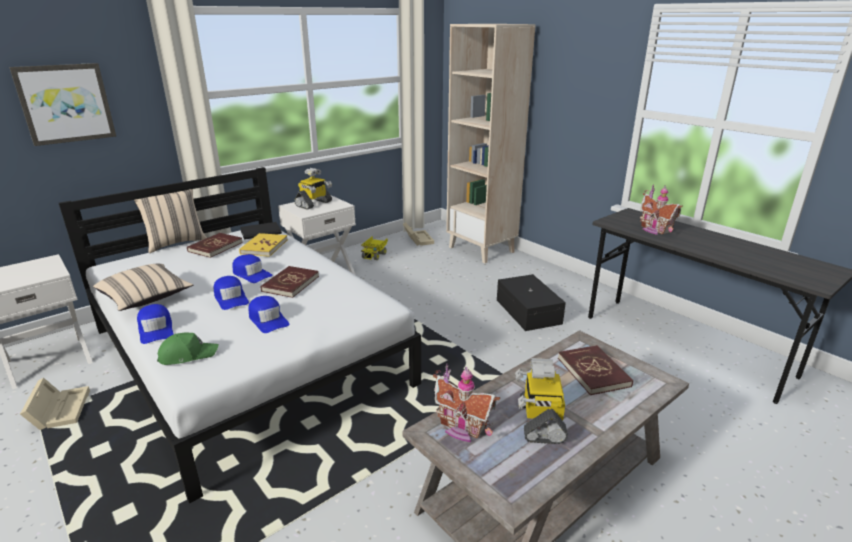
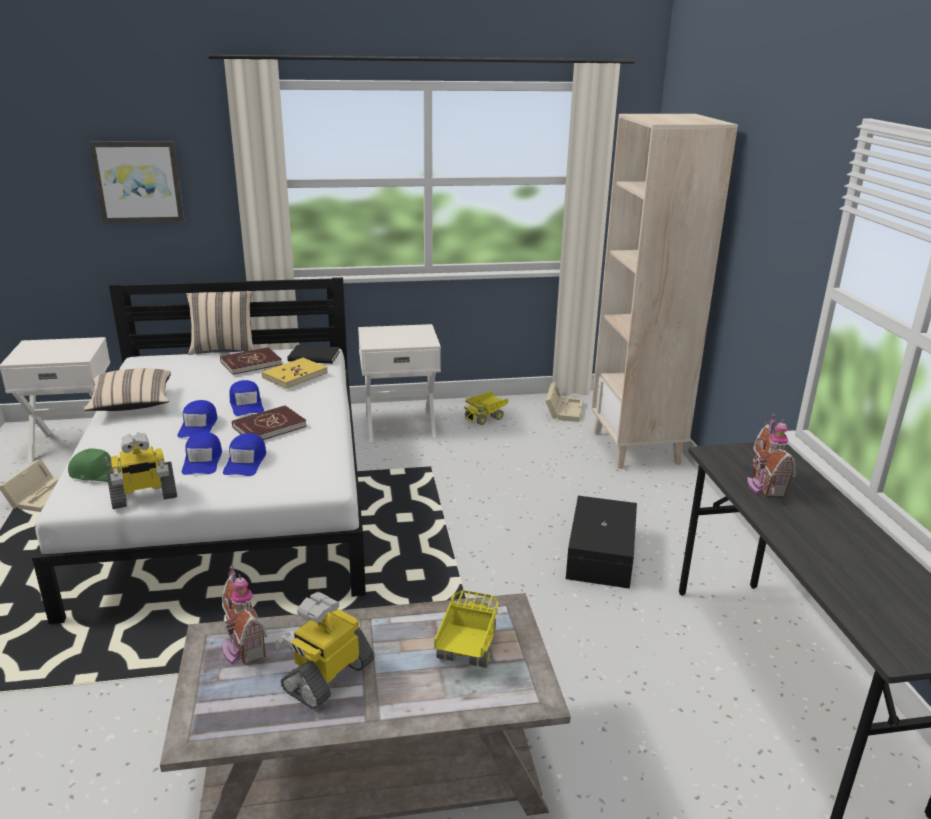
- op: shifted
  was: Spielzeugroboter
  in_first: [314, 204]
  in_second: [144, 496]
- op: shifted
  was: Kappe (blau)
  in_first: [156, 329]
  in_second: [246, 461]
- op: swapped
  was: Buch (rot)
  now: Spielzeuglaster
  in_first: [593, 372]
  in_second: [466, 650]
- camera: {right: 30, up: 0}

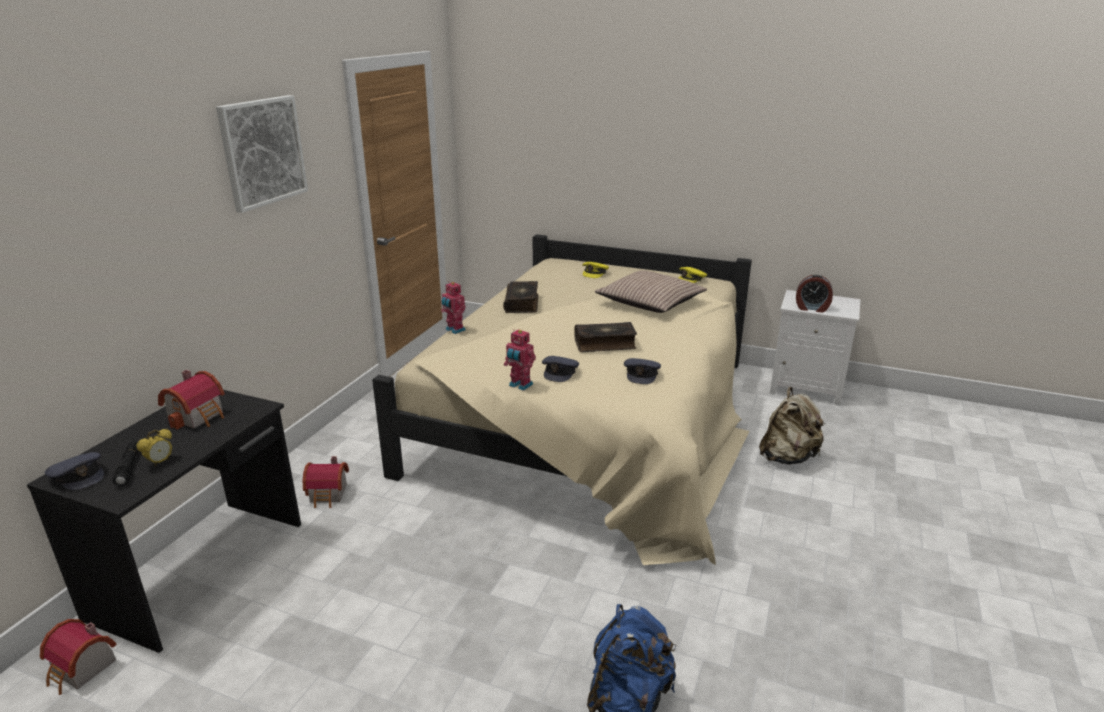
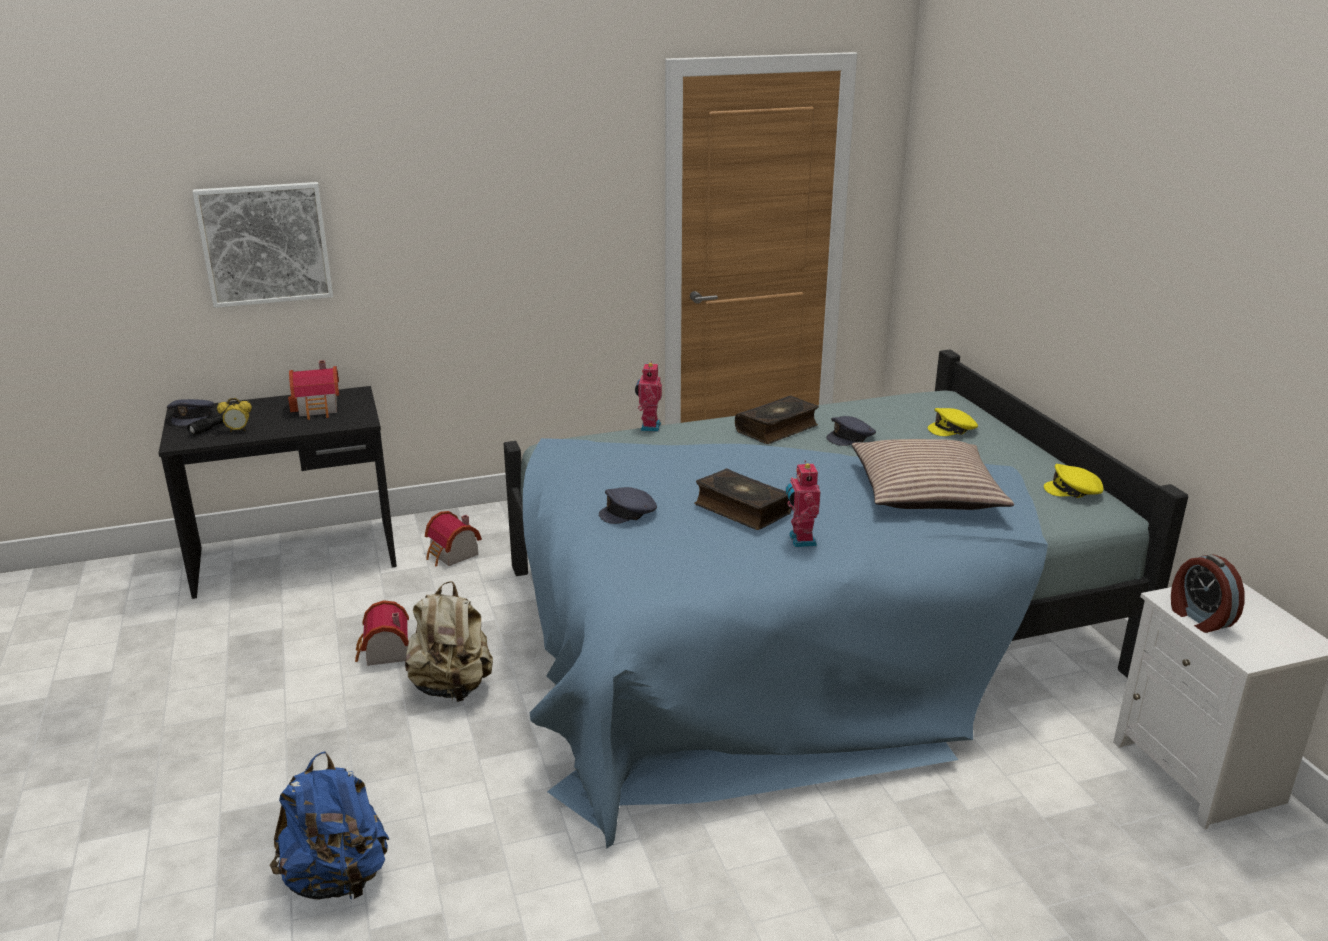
- op: shifted
  was: Bild
  in_first: [263, 152]
  in_second: [265, 244]
- op: repainted
  was: Bett (beige)
  now: Bett (blau)
  in_first: [593, 421]
  in_second: [796, 631]
- op: shifted
  was: Spielzeugroboter
  in_first: [520, 385]
  in_second: [800, 540]
- op: shifted
  was: Kappe (grau)
  in_first: [641, 374]
  in_second: [851, 437]
- op: shifted
  was: Rucksack (beige)
  in_first: [787, 457]
  in_second: [452, 687]
- op: shifted
  was: Spielzeughaus
  in_first: [82, 670]
  in_second: [384, 653]
- camera: {right: 50, up: 0}

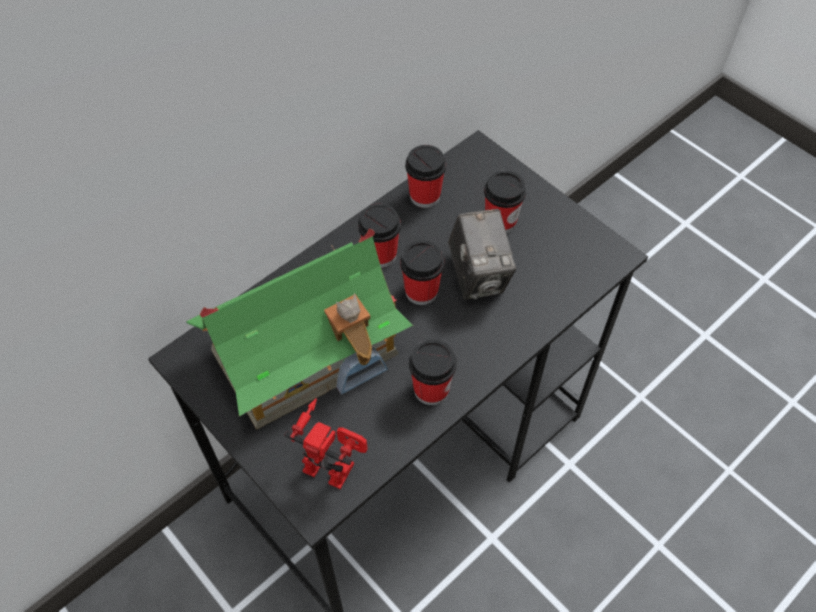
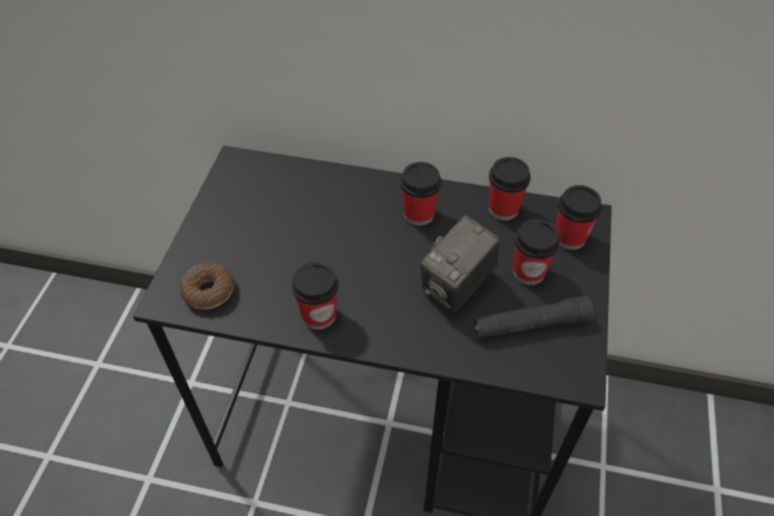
- op: gone
  was: Spielzeughaus
  in_first: [306, 351]
- op: shifted
  was: Tasse
  in_first: [421, 291]
  in_second: [569, 238]
- op: swapped
  was: Spielzeugroboter
  now: Donut
  in_first: [334, 464]
  in_second: [209, 291]
- op: new
  now: Taschenlampe (schwarz)
  in_second: [530, 325]
- camera: {right: 55, up: -5}

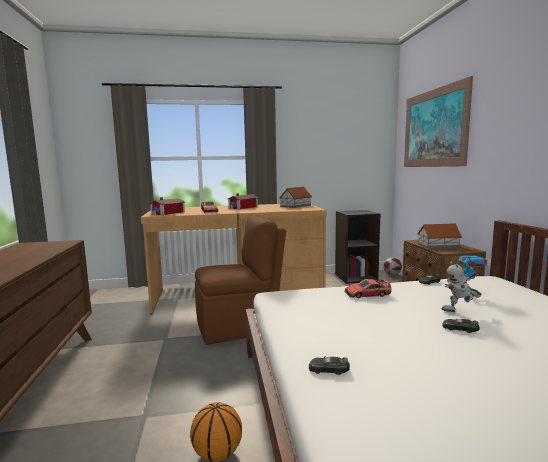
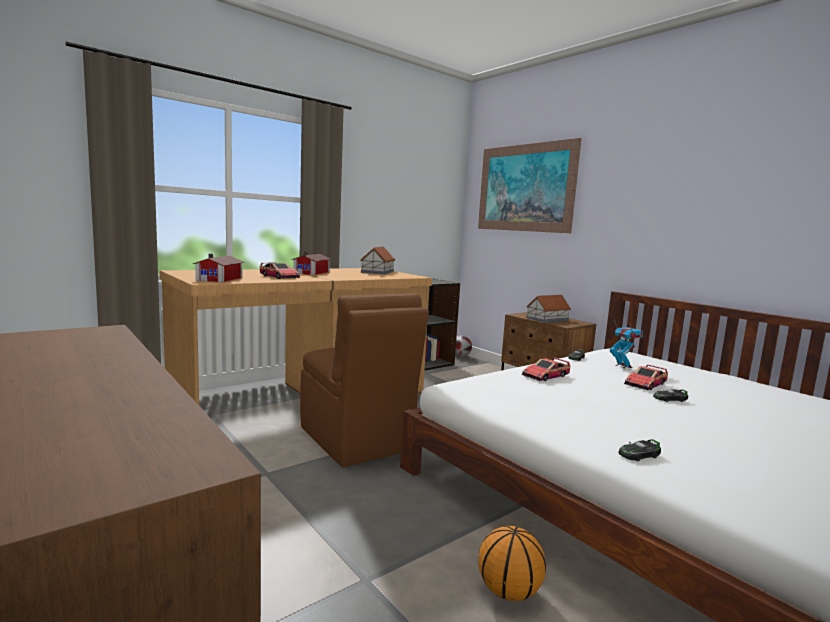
- op: rotated
  was: Stuhl (braun)
  in_first: [239, 327]
  in_second: [356, 440]
  clockwise: 105
- op: swapped
  was: Spielzeugroboter
  now: Spielzeugauto
  in_first: [459, 312]
  in_second: [645, 384]
- camera: {right: -30, up: 0}

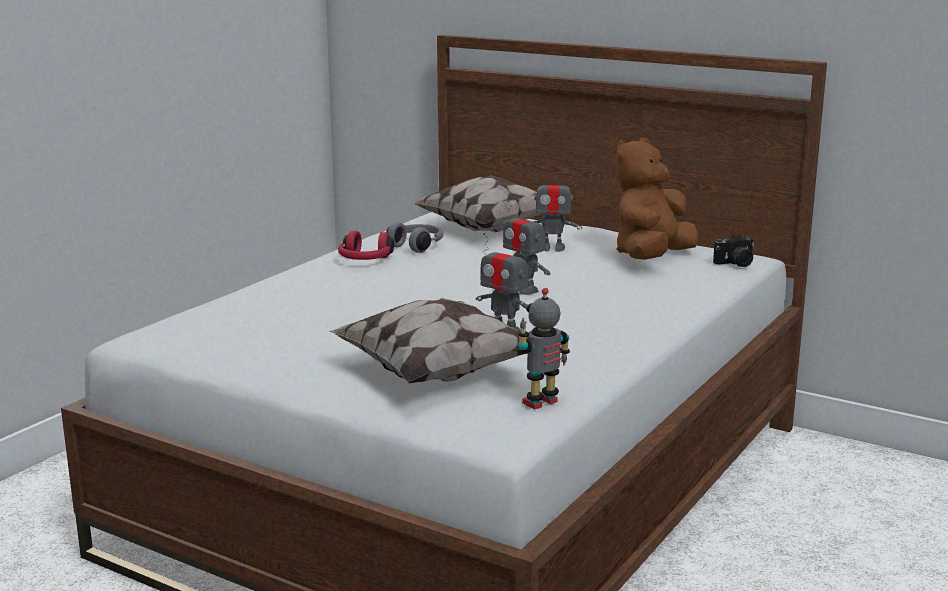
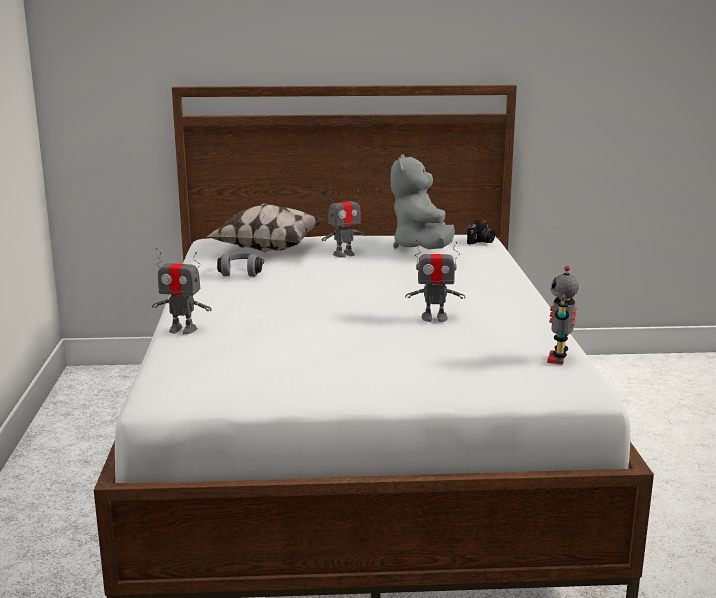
- op: repainted
  was: Plüschtier (braun)
  now: Plüschtier (grau)
  in_first: [651, 258]
  in_second: [422, 248]
- op: shifted
  was: Spielzeugroboter
  in_first: [523, 290]
  in_second: [182, 330]
- op: gone
  was: Kopfhörer (rot)
  in_first: [365, 260]
- op: gone
  was: Kissen
  in_first: [436, 372]
- camera: {right: -35, up: 0}

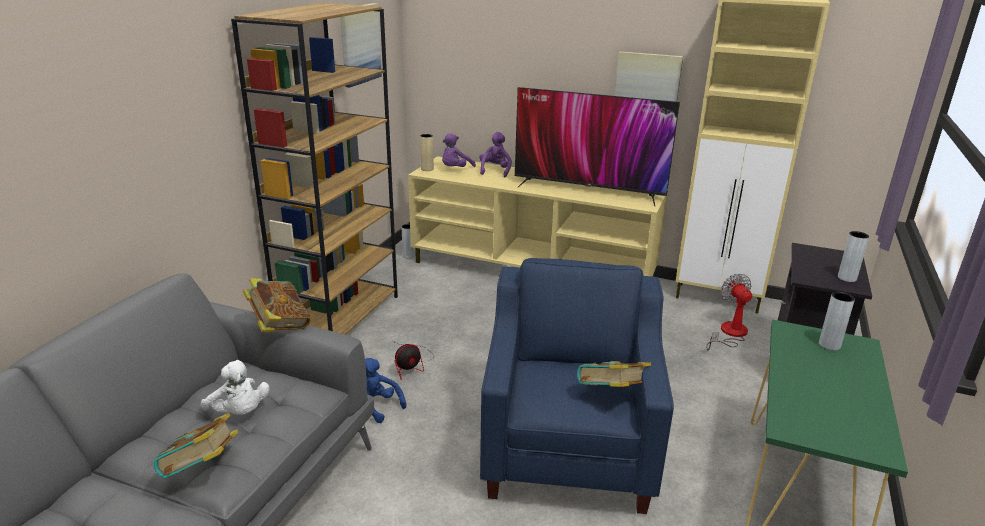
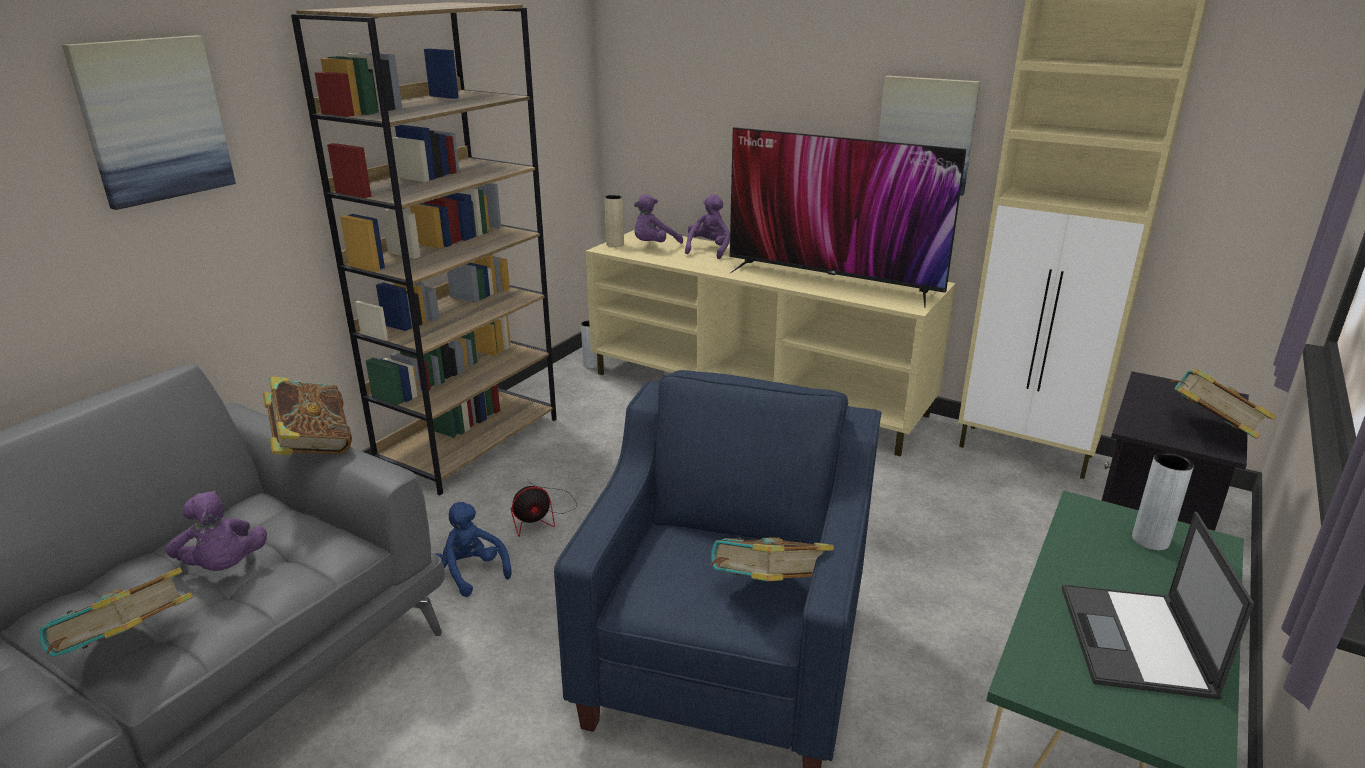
- op: shifted
  was: Bild
  in_first: [359, 44]
  in_second: [153, 120]
- op: swapped
  was: Vase (grau)
  now: Buch
  in_first: [847, 278]
  in_second: [1209, 432]
- op: gone
  was: Ventilator
  in_first: [729, 334]
- op: repainted
  was: Plüschtier (weiß)
  now: Plüschtier (lila)
  in_first: [239, 412]
  in_second: [224, 567]
- op: new
  now: Laptop
  in_second: [1136, 642]
- camera: {right: 10, up: 0}

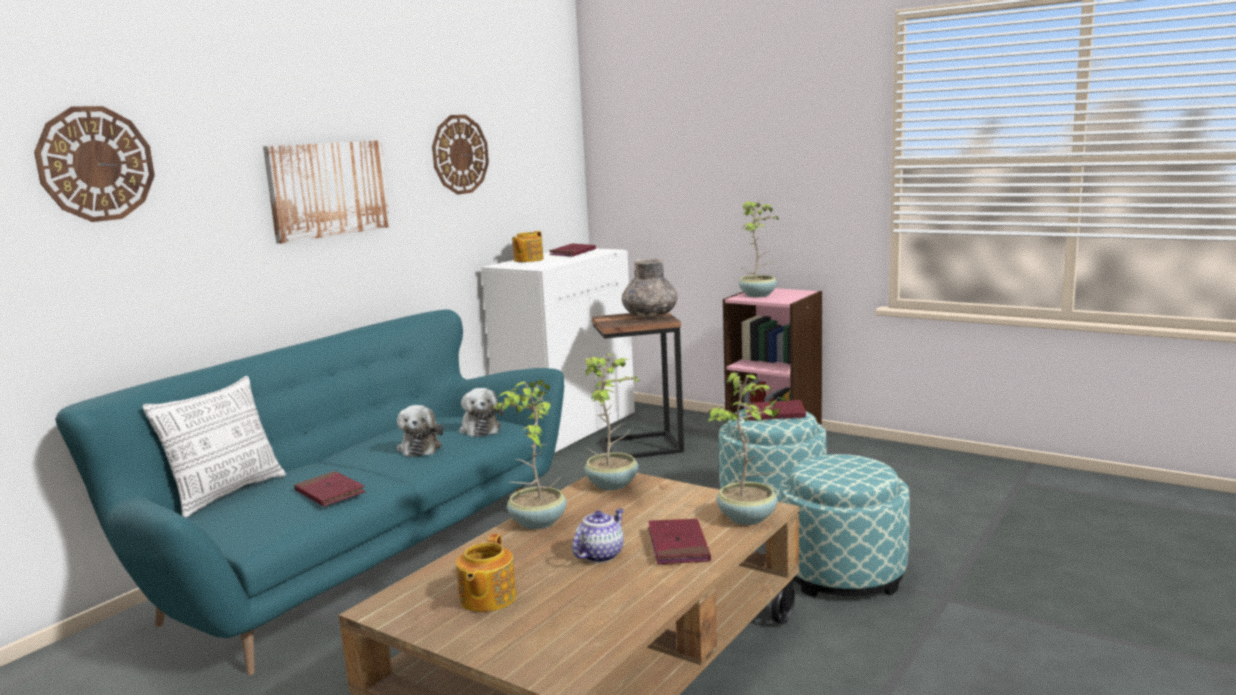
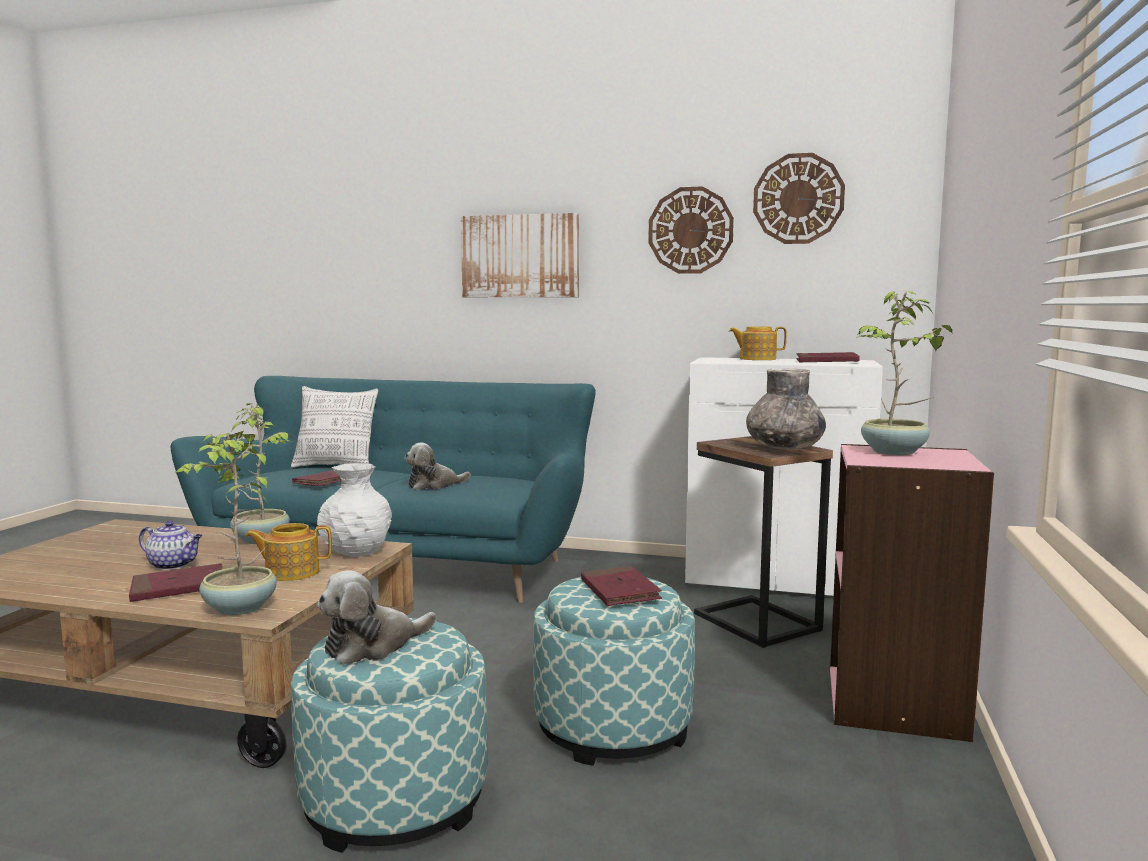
- op: shifted
  was: Wanduhr
  in_first: [96, 164]
  in_second: [798, 199]
- op: swapped
  was: Topfpflanze
  now: Vase (weiß)
  in_first: [613, 484]
  in_second: [355, 551]
- op: shifted
  was: Plüschtier
  in_first: [479, 428]
  in_second: [373, 646]
- op: shifted
  was: Teekanne
  in_first: [486, 598]
  in_second: [291, 572]
- camera: {right: 70, up: -5}

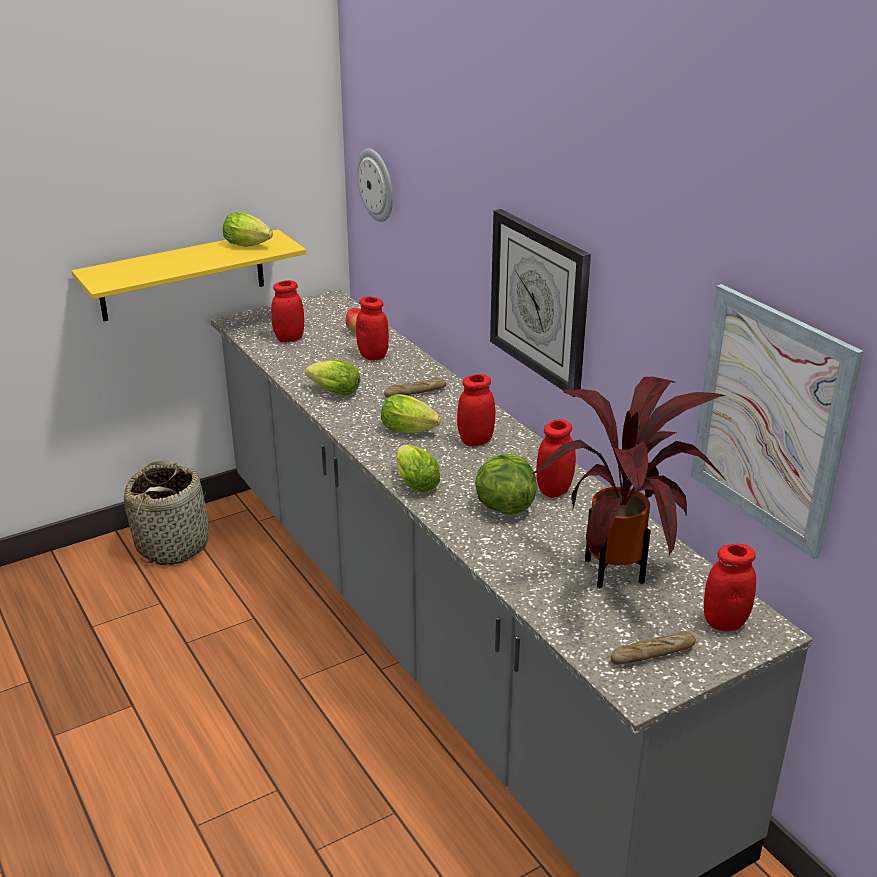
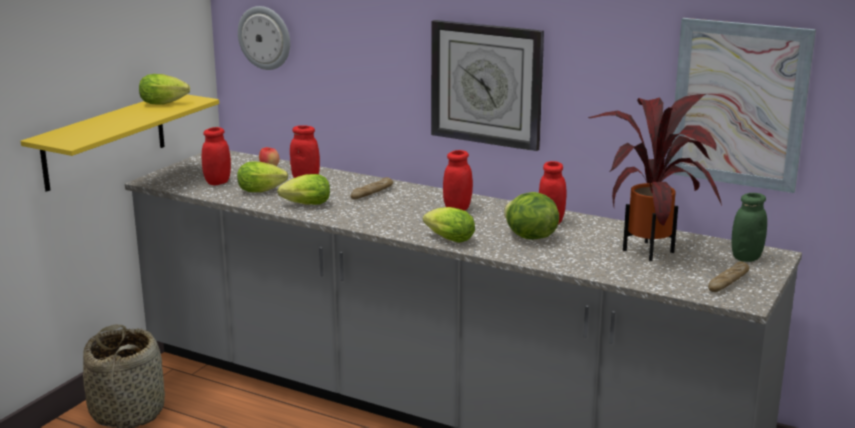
- op: shifted
  was: Salatkopf
  in_first: [412, 431]
  in_second: [263, 191]
- op: repainted
  was: Vorratsglas (rot)
  now: Vorratsglas (grün)
  in_first: [724, 622]
  in_second: [746, 257]
- camera: {right: -30, up: -10}

